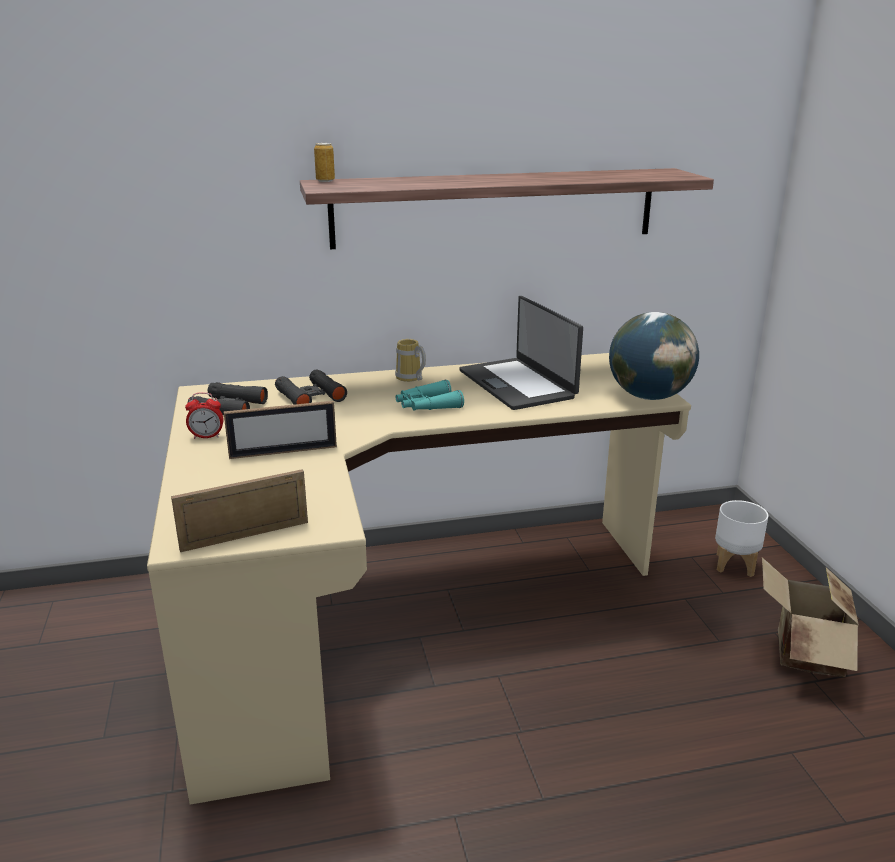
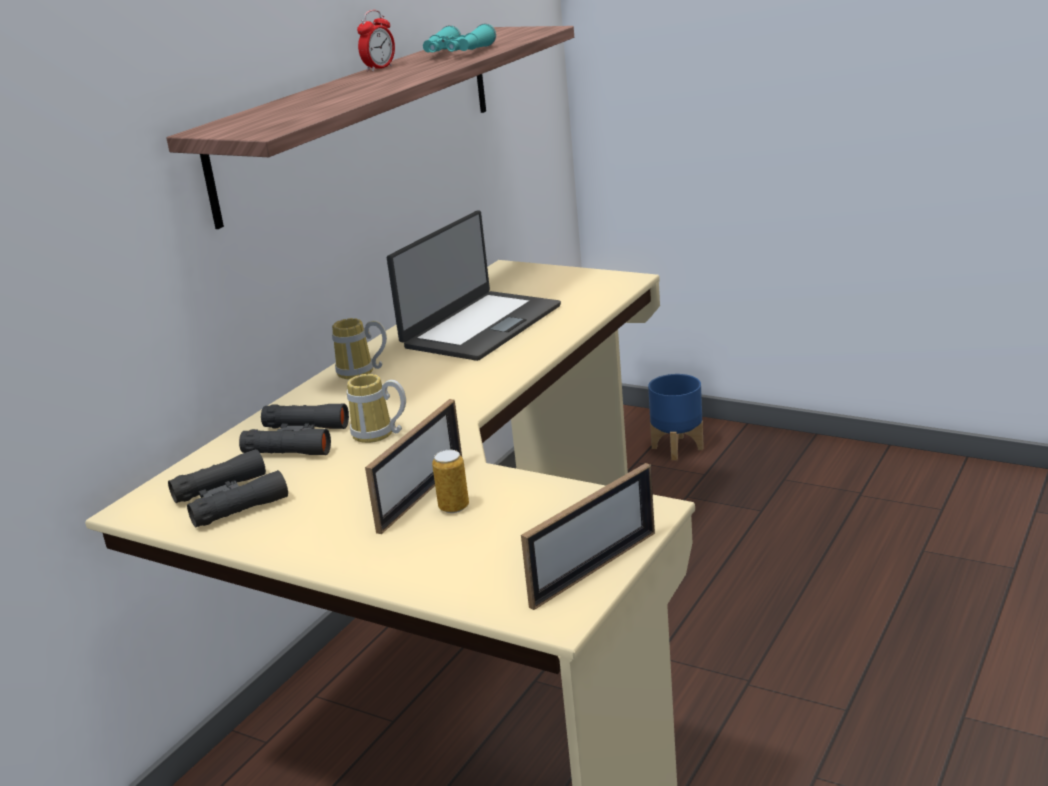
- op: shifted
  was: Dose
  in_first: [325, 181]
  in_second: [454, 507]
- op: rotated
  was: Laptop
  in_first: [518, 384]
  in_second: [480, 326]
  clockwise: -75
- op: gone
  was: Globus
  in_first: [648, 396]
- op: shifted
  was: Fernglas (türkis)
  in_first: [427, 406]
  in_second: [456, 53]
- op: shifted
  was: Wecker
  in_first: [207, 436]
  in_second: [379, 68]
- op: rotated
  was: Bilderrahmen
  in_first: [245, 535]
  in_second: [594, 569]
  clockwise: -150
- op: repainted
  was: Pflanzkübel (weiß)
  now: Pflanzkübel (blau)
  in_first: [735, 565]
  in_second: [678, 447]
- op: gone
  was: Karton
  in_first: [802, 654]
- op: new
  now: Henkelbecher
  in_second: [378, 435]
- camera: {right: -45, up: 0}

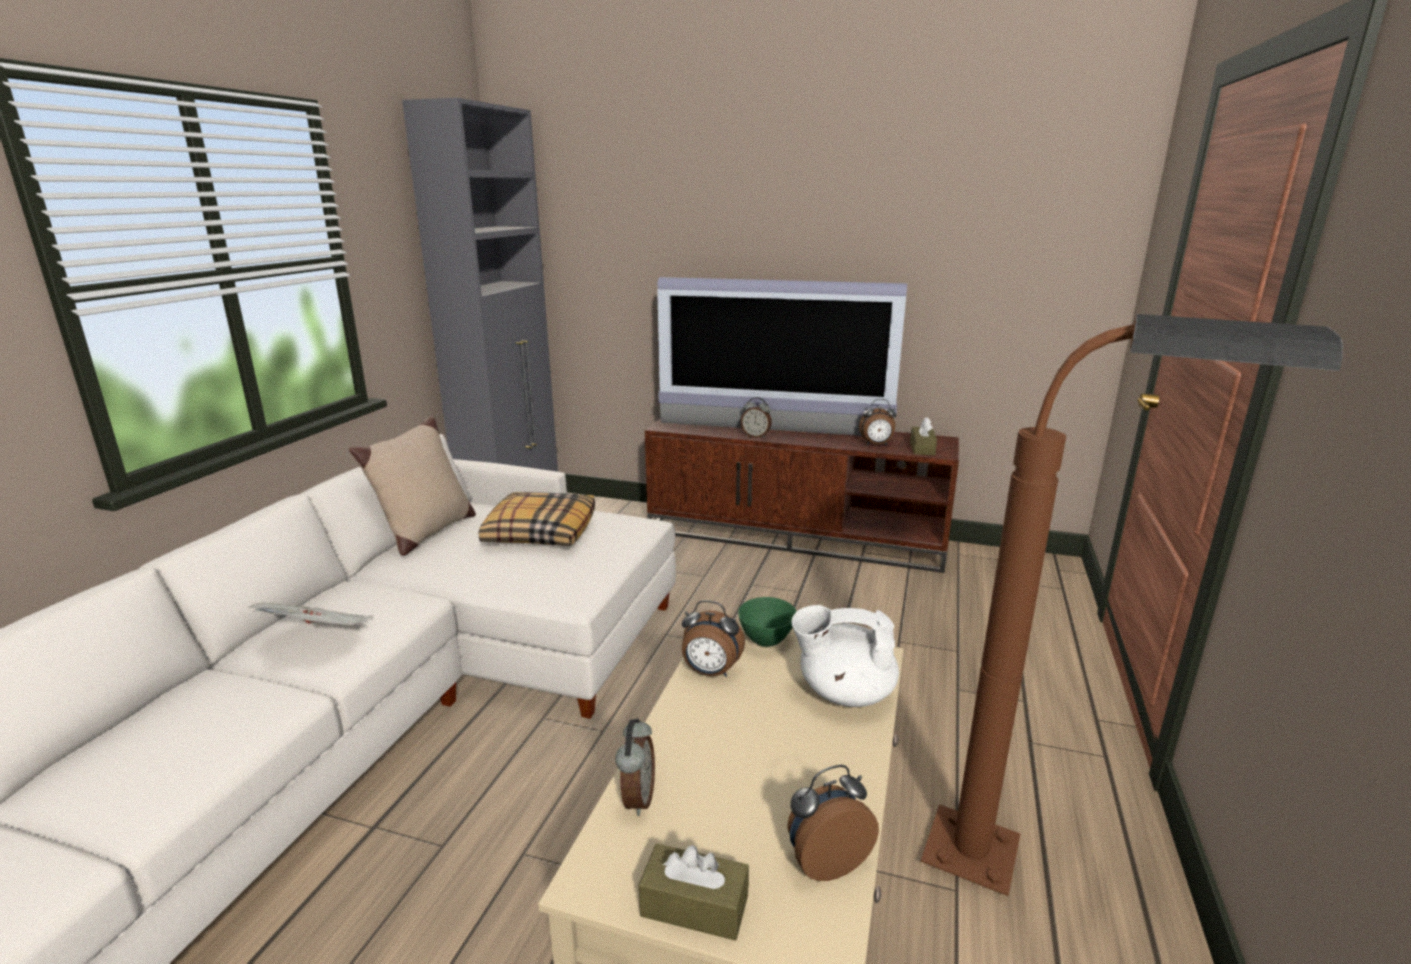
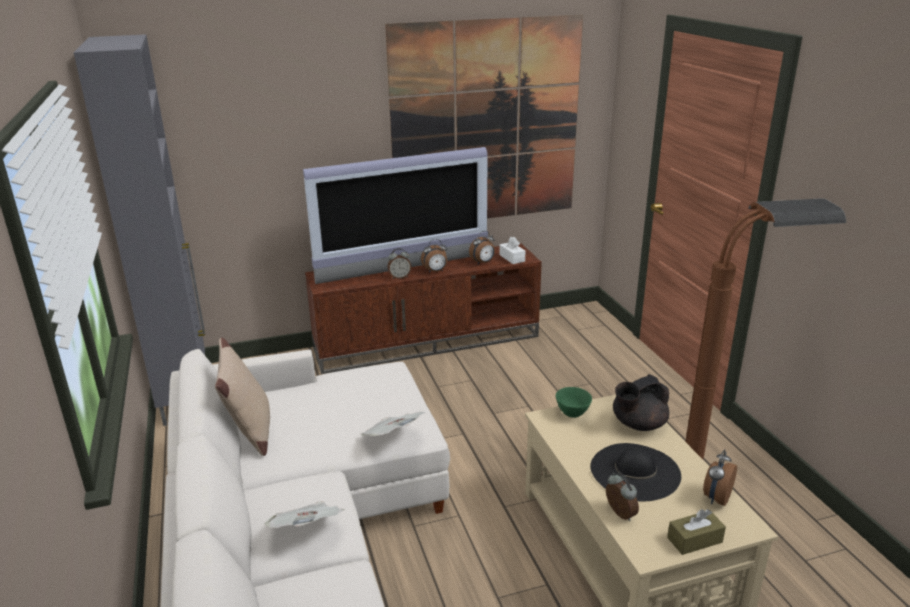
- op: repainted
  was: Taschentuchbox (braun)
  now: Taschentuchbox (weiß)
  in_first: [922, 448]
  in_second: [512, 258]
- op: gone
  was: Kissen
  in_first: [540, 532]
- op: shifted
  was: Wecker
  in_first: [710, 672]
  in_second: [435, 271]
- op: repainted
  was: Teekanne (weiß)
  now: Teekanne (schwarz)
  in_first: [844, 693]
  in_second: [638, 424]
- op: new
  now: Bild
  in_second: [486, 124]
- op: new
  now: Zeitung
  in_second: [393, 438]
- op: new
  now: Hut (schwarz)
  in_second: [635, 471]
- camera: {right: -35, up: 5}

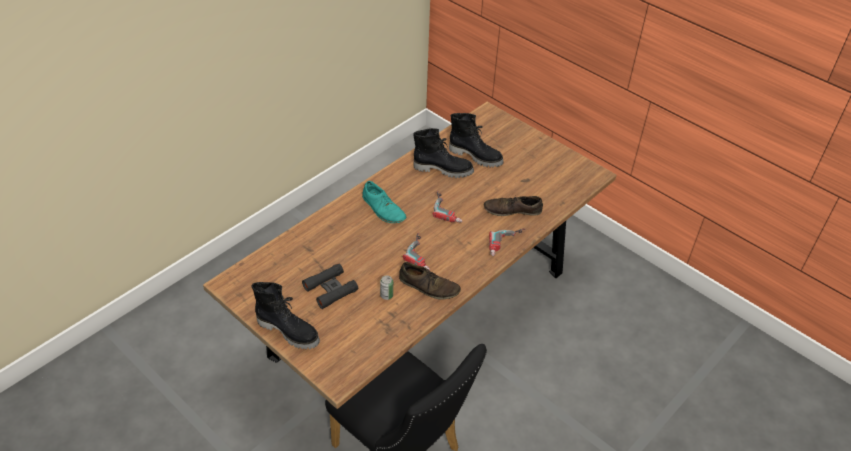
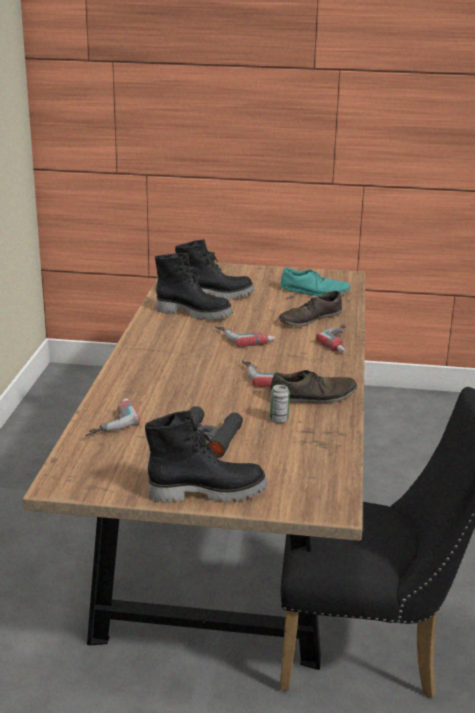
- op: rotated
  was: Stiefel (schwarz)
  in_first: [443, 169]
  in_second: [194, 313]
  clockwise: 45
- op: shifted
  was: Schuh (türkis)
  in_first: [383, 209]
  in_second: [314, 291]
- op: new
  now: Bohrmaschine
  in_second: [108, 422]
- camera: {right: -35, up: -20}

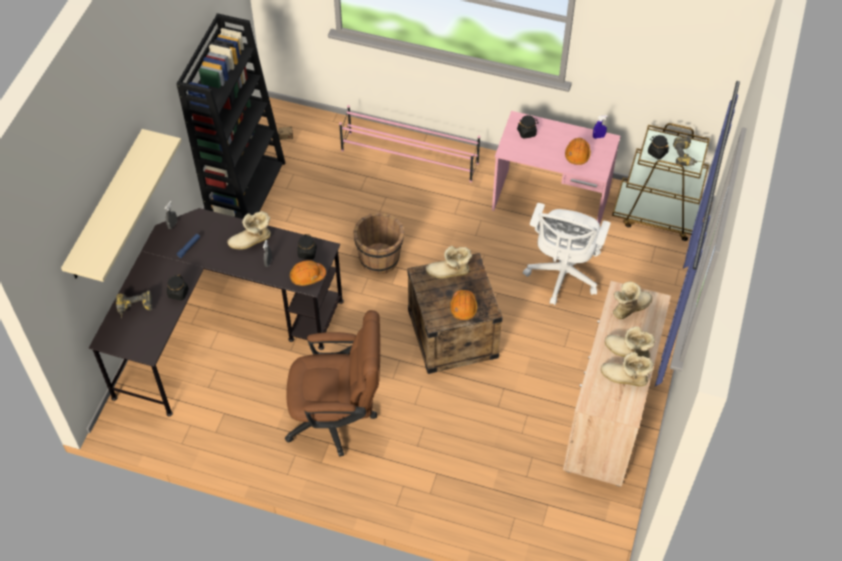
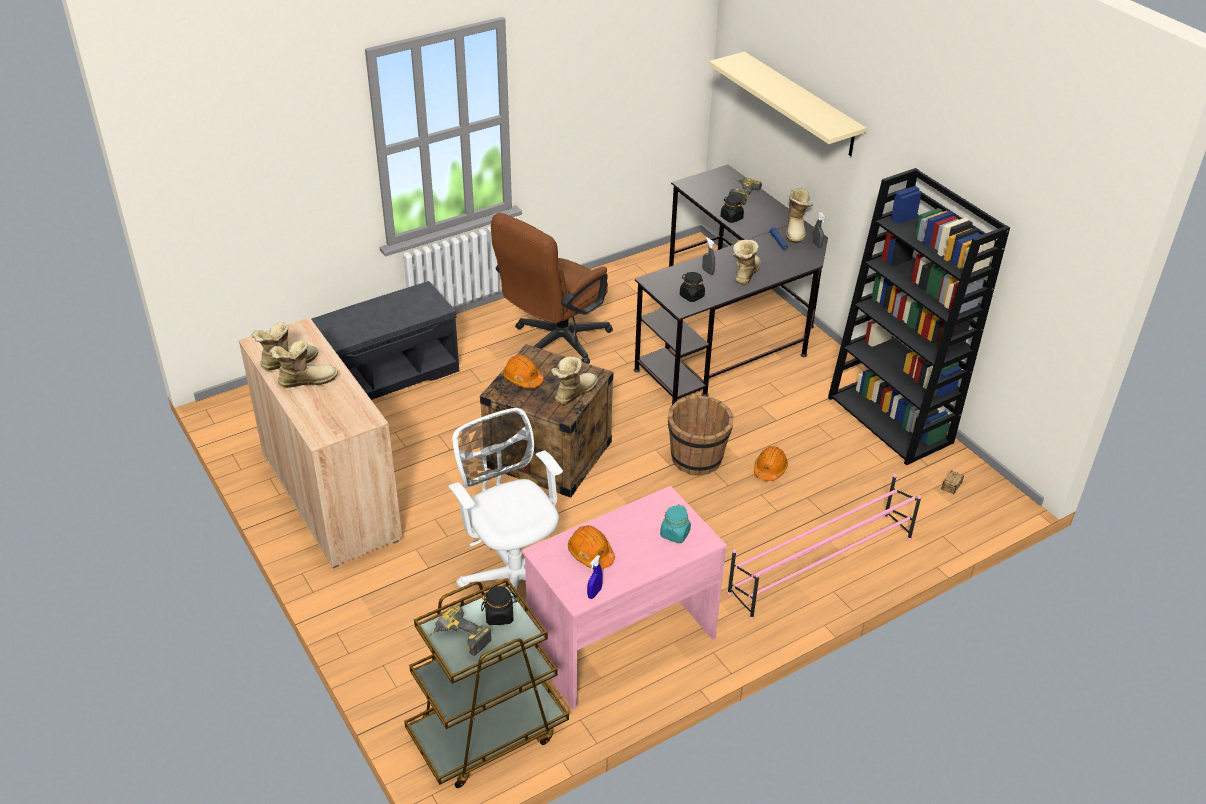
- op: repainted
  was: Vorratsglas (schwarz)
  now: Vorratsglas (türkis)
  in_first: [527, 132]
  in_second: [675, 534]
- op: shifted
  was: Schutzhelm (orange)
  in_first: [307, 276]
  in_second: [770, 469]
- op: shifted
  was: Stiefel
  in_first: [629, 307]
  in_second: [796, 231]
- op: new
  now: Bank (grau)
  in_second: [386, 375]
- camera: {right: 130, up: -15}

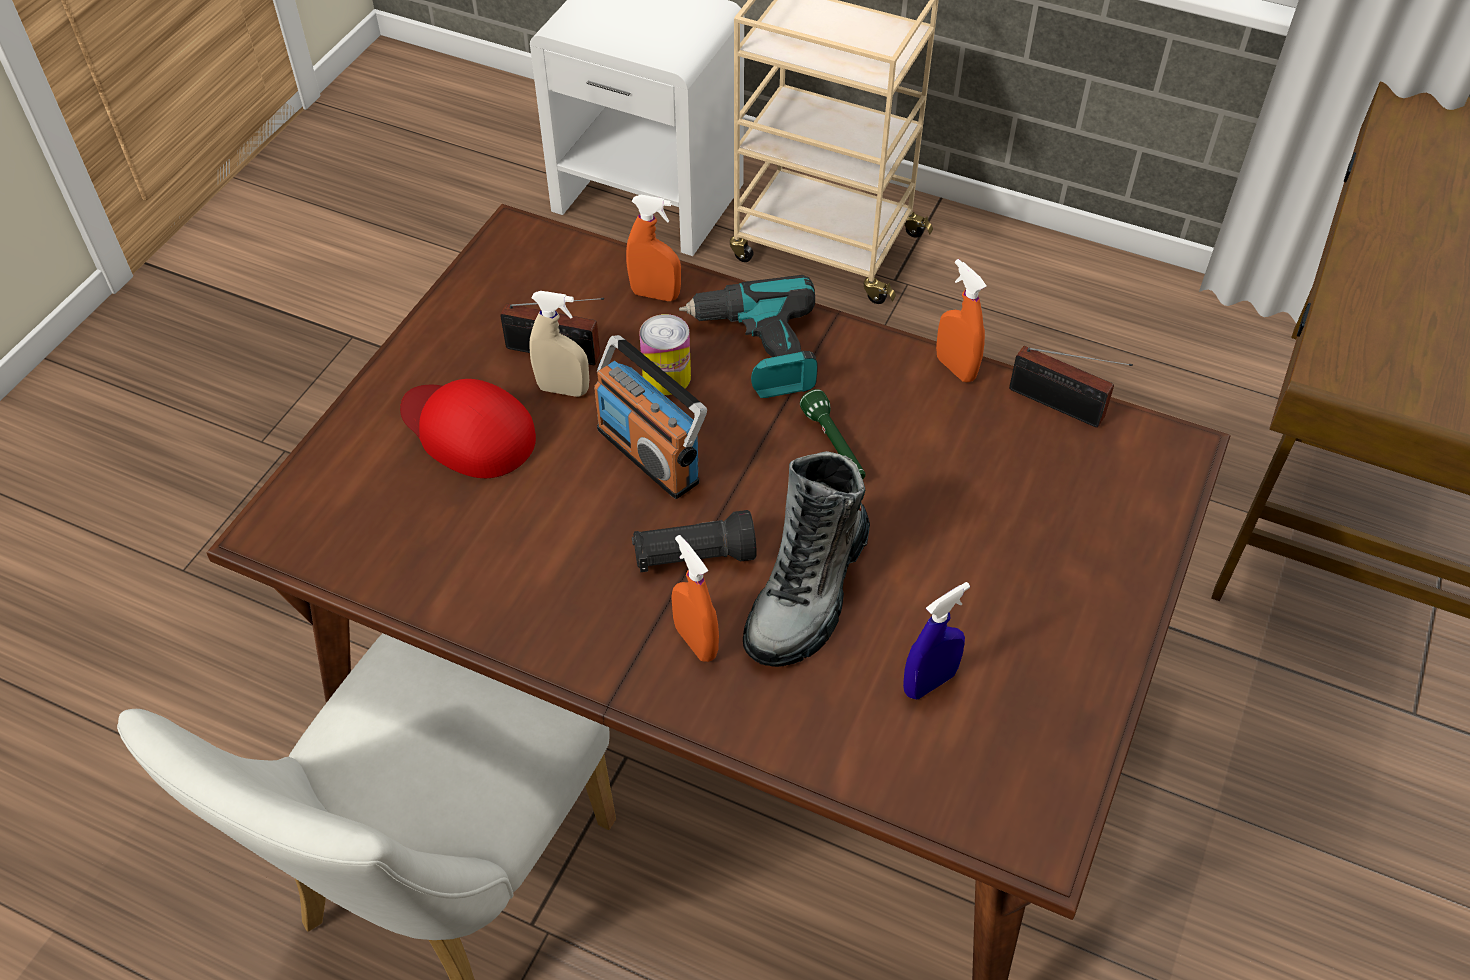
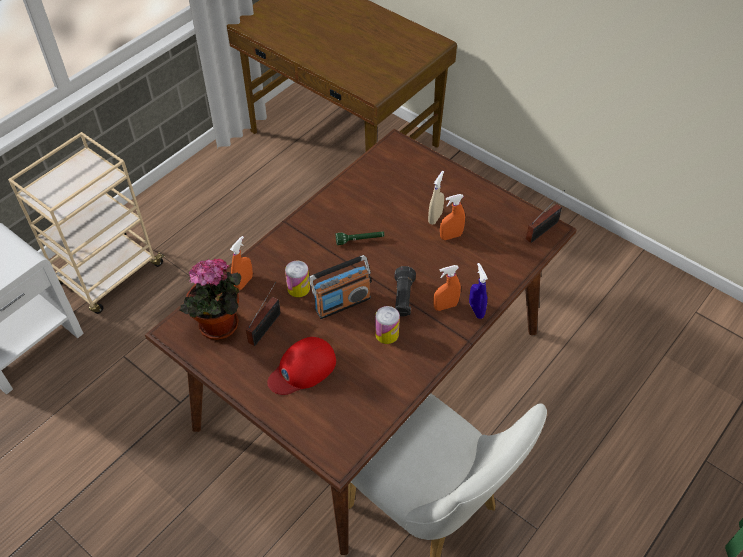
- op: shifted
  was: Sprühflasche (orange)
  in_first: [955, 368]
  in_second: [451, 236]
- op: gone
  was: Bohrmaschine
  in_first: [758, 349]
- op: shifted
  was: Sprühflasche (beige)
  in_first: [563, 389]
  in_second: [435, 218]
- op: shifted
  was: Radio
  in_first: [1061, 406]
  in_second: [544, 229]
- op: gone
  was: Stiefel
  in_first: [808, 591]
- op: shifted
  was: Sprühflasche (blau)
  in_first: [929, 683]
  in_second: [476, 310]
- op: new
  now: Topfpflanze
  in_second: [219, 328]
- op: new
  now: Dose
  in_second: [387, 334]
- camera: {right: -75, up: 0}

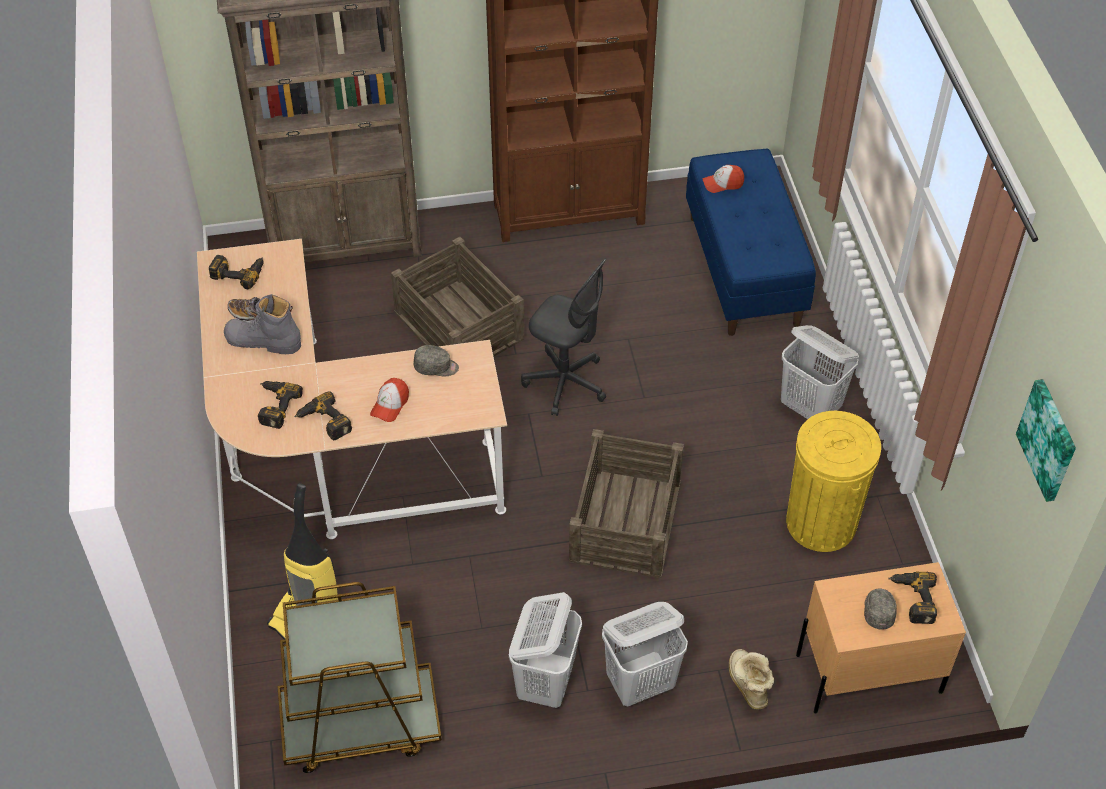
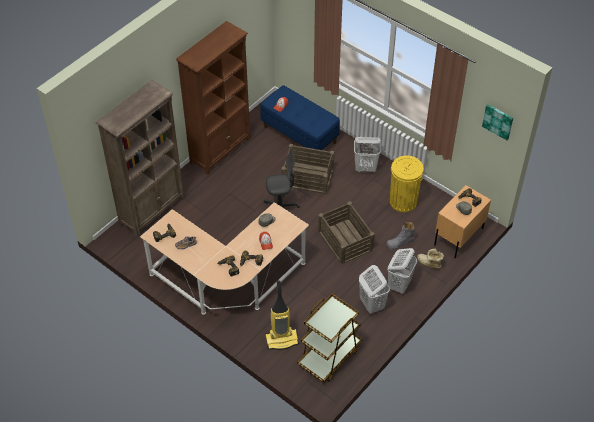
- op: shifted
  was: Kiste
  in_first: [459, 325]
  in_second: [307, 176]
- op: shifted
  was: Stiefel (grau)
  in_first: [263, 341]
  in_second: [400, 242]
- camera: {right: -40, up: 0}

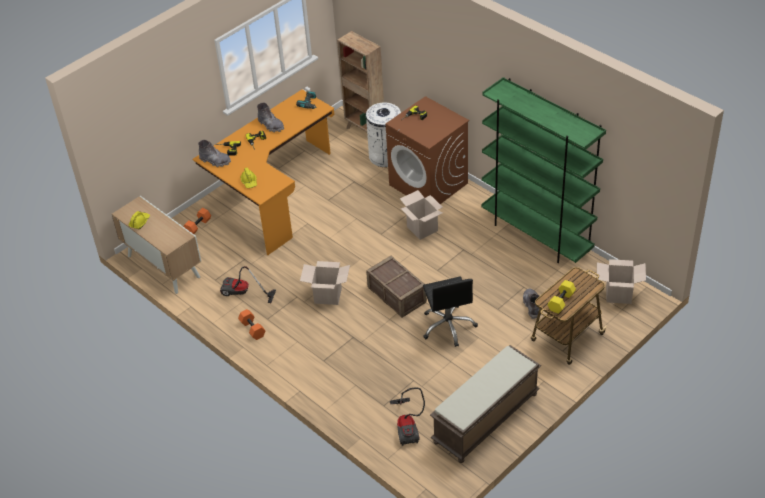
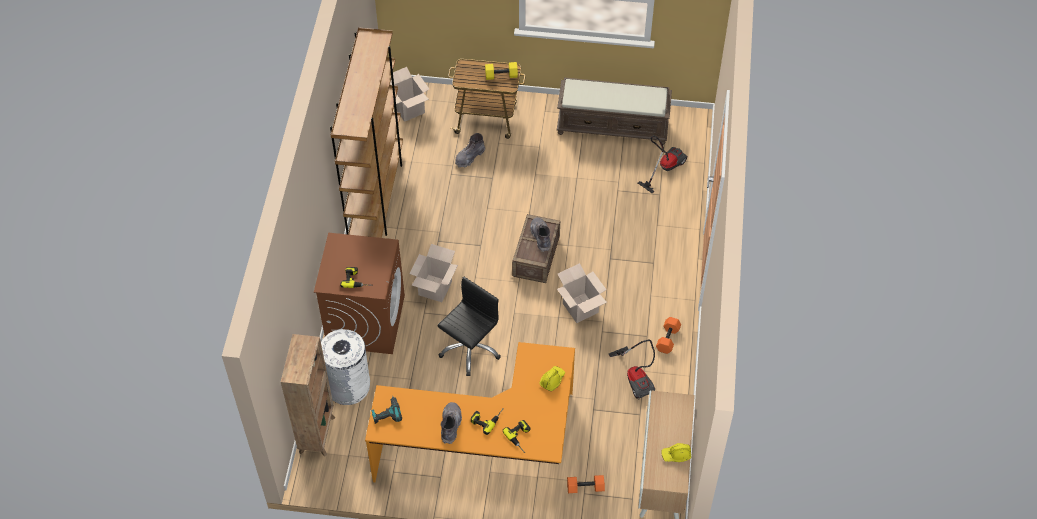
- op: repainted
  was: Bücherregal (grün)
  now: Bücherregal (braun)
  in_first: [536, 235]
  in_second: [376, 197]
- op: shifted
  was: Stiefel (grau)
  in_first: [215, 161]
  in_second: [540, 236]
- op: shifted
  was: Bürostuhl (schwarz)
  in_first: [448, 326]
  in_second: [469, 349]
- camera: {right: -130, up: 10}

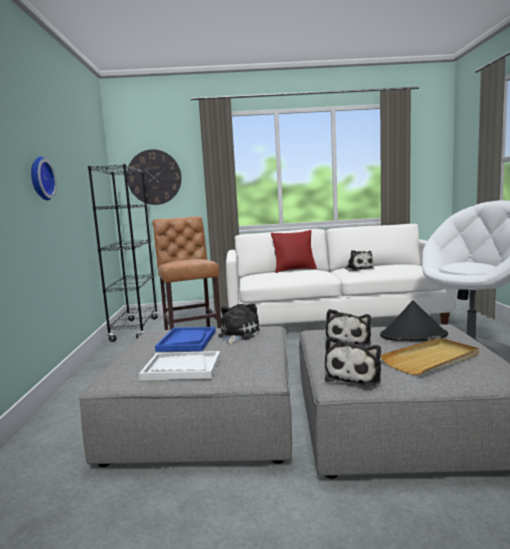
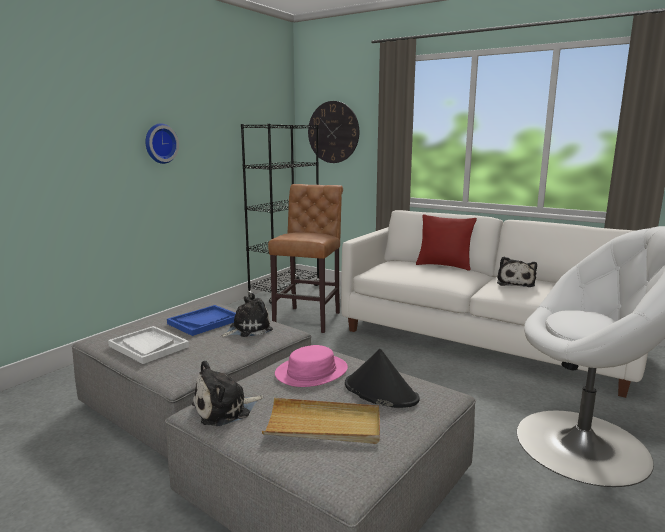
- op: swapped
  was: Plüschtier
  now: Hut (rosa)
  in_first: [349, 341]
  in_second: [311, 372]
- camera: {right: 35, up: 5}

